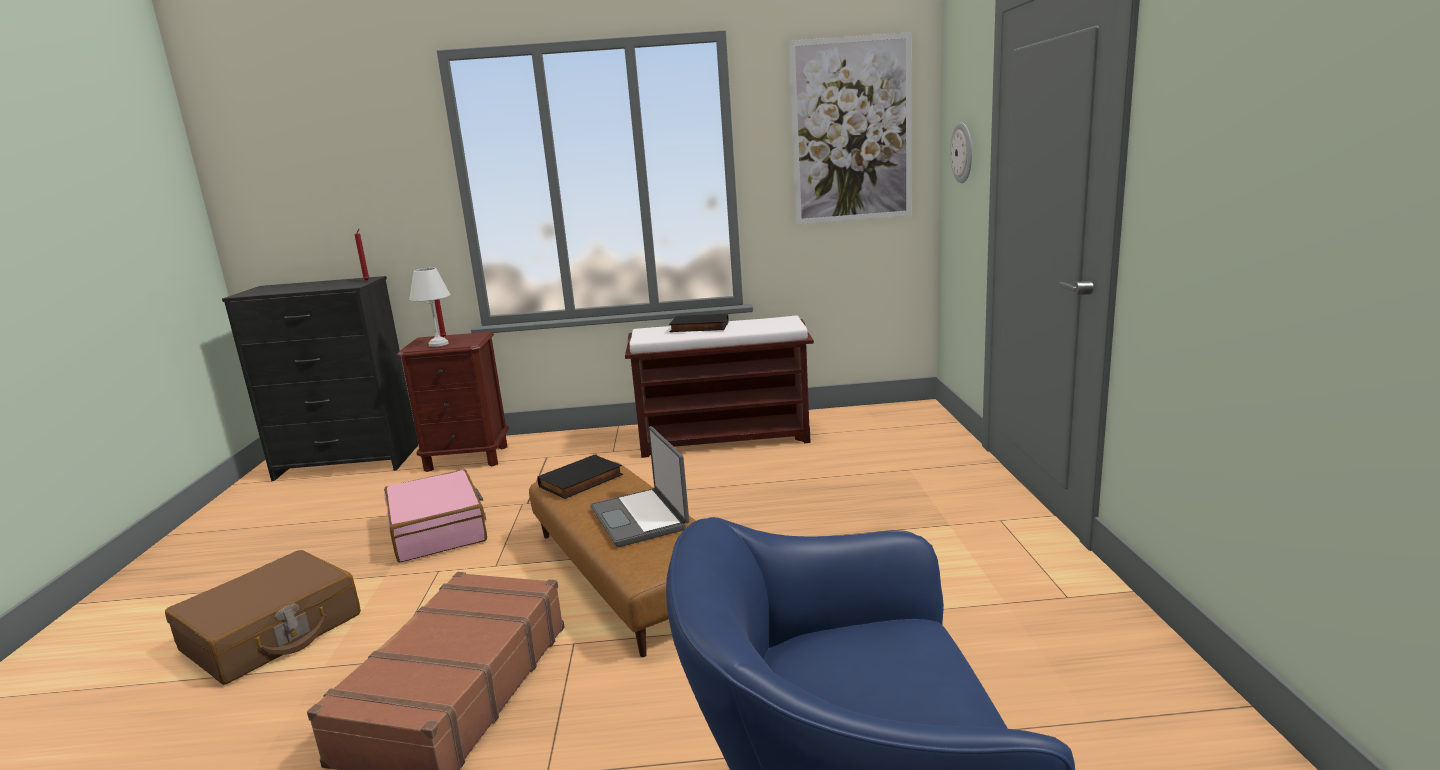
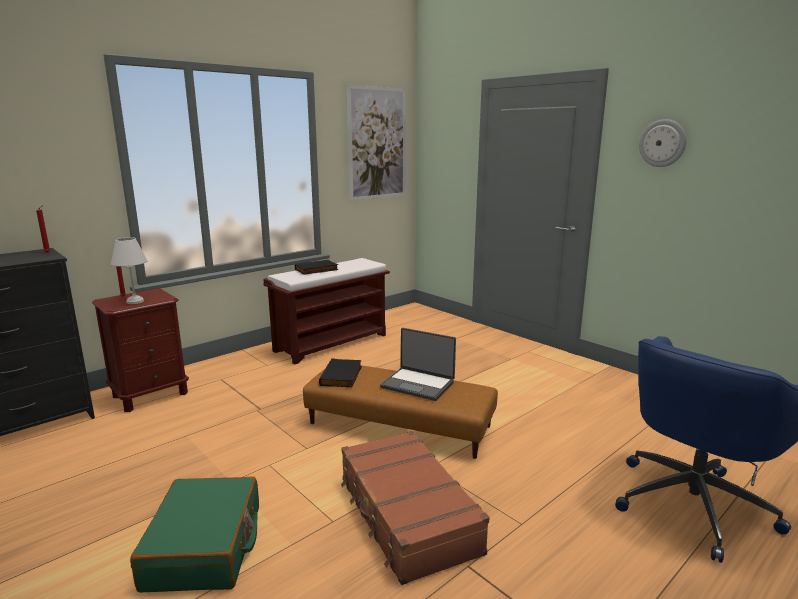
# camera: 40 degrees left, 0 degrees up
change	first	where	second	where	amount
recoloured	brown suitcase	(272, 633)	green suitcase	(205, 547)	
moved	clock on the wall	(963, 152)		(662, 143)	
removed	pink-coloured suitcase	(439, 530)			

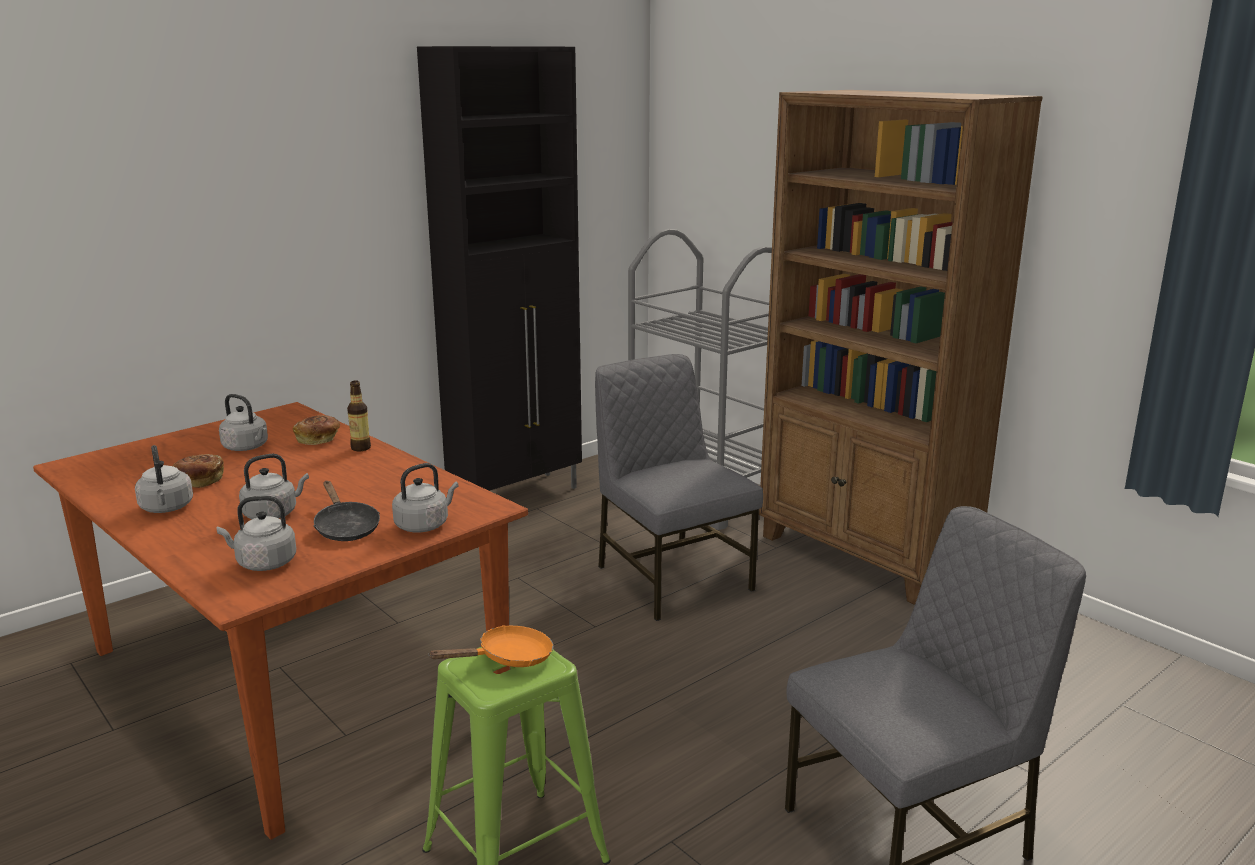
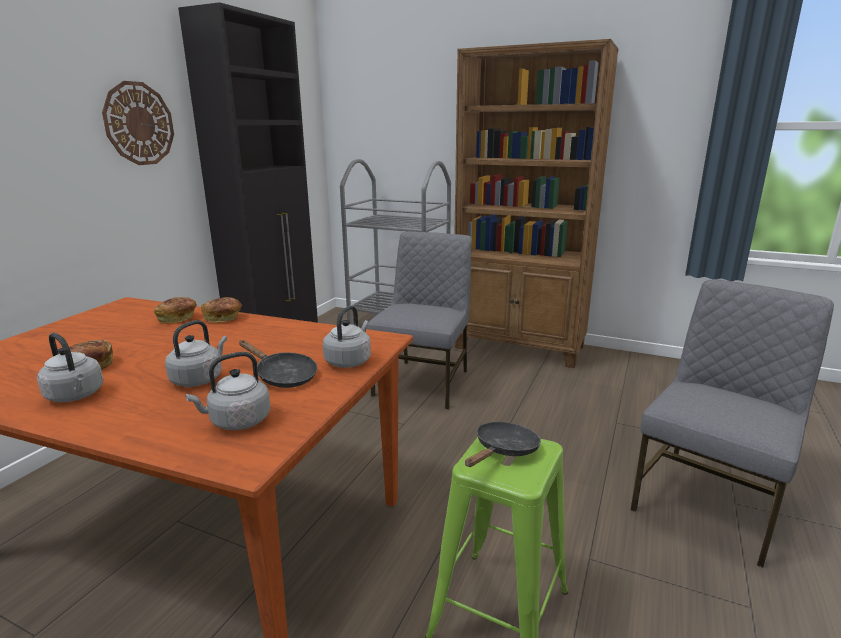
# camera: 25 degrees left, 0 degrees up
change	first	where	second	where	amount
added			clock on the wall	(139, 124)	
replaced	bottle	(361, 448)	bread	(223, 318)	
turned	gray chair	(671, 577)		(424, 382)	75 degrees clockwise
recoloured	orangey frying pan	(508, 658)	blackish frying pan	(503, 451)	
removed	gray kettle	(247, 447)			

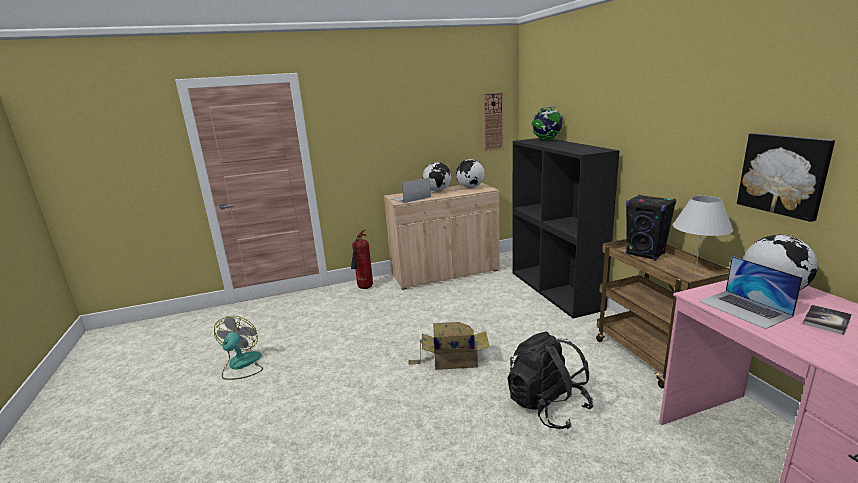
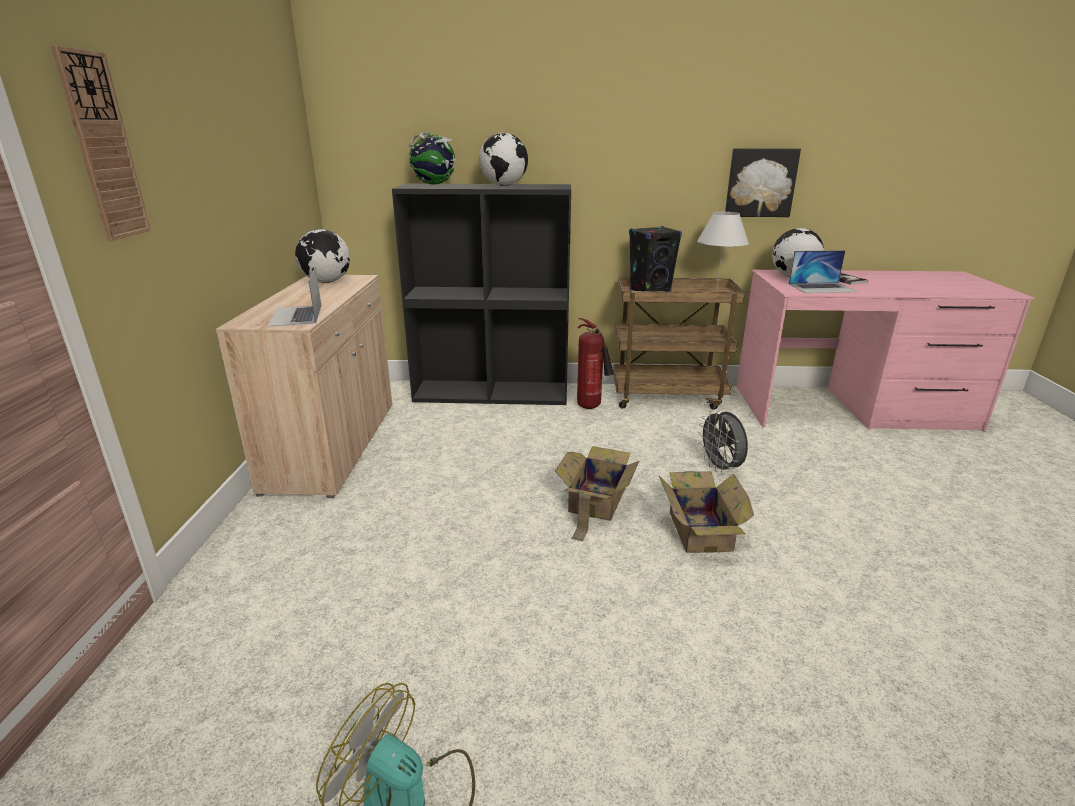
# camera: 70 degrees left, 5 degrees up
change	first	where	second	where	amount
moved	clock on the wall	(493, 121)		(103, 147)	
moved	world globe	(437, 191)		(504, 185)	
moved	extinguisher	(364, 288)		(591, 407)	
added			packing box	(700, 529)	
replaced	blackish backpack	(547, 406)	gray cooling fan	(720, 468)	

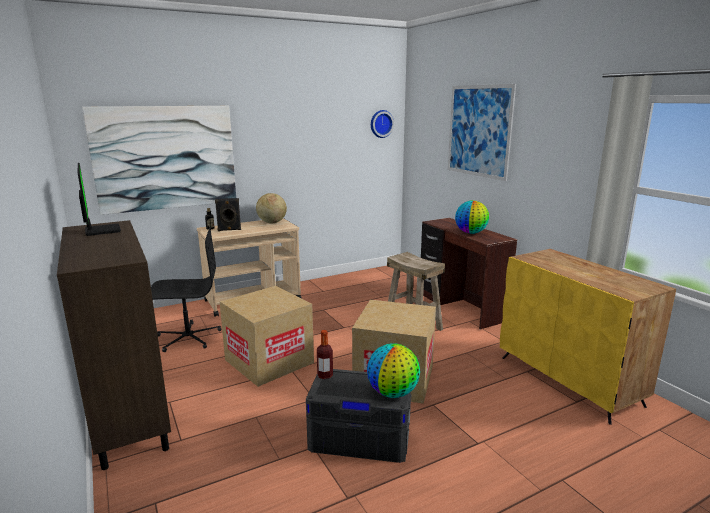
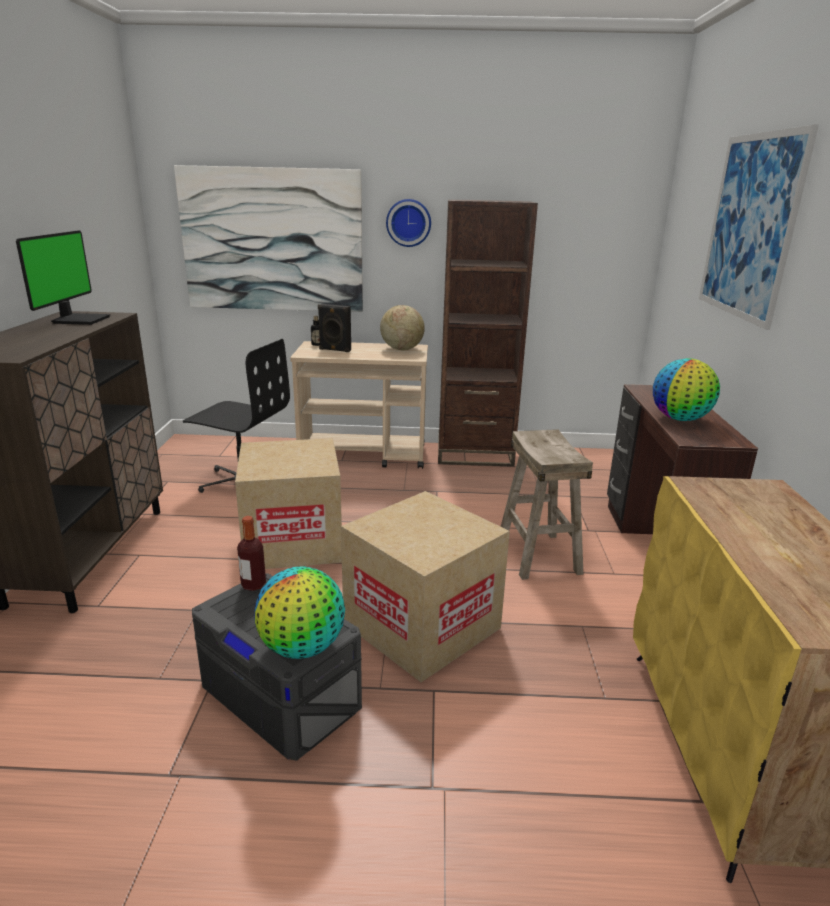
# camera: 30 degrees right, 5 degrees up
change	first	where	second	where	amount
moved	clock on the wall	(381, 124)		(408, 223)	
added			brown bookcase	(475, 455)	

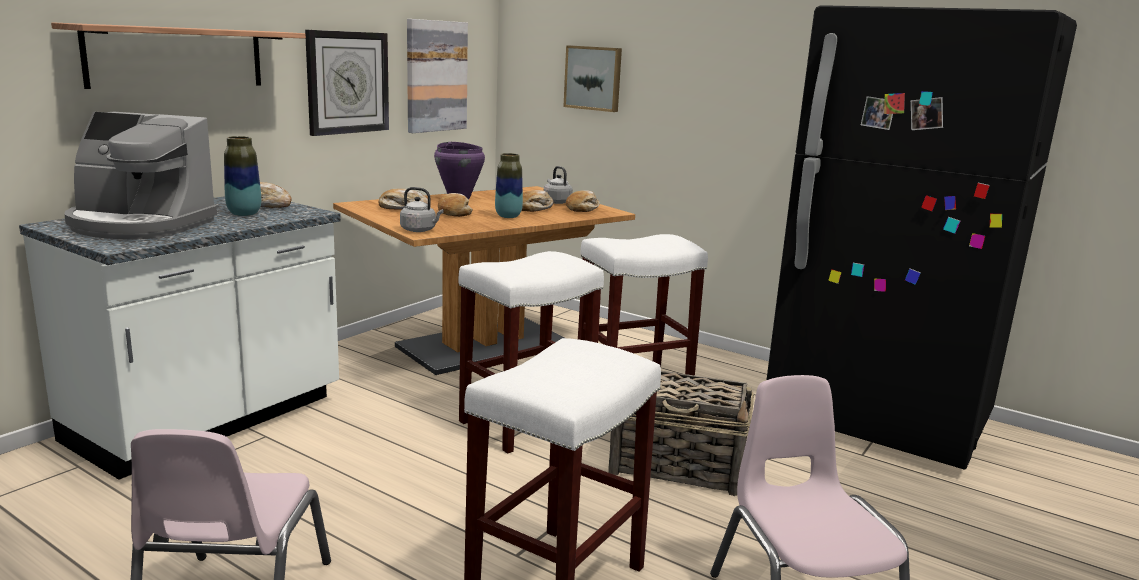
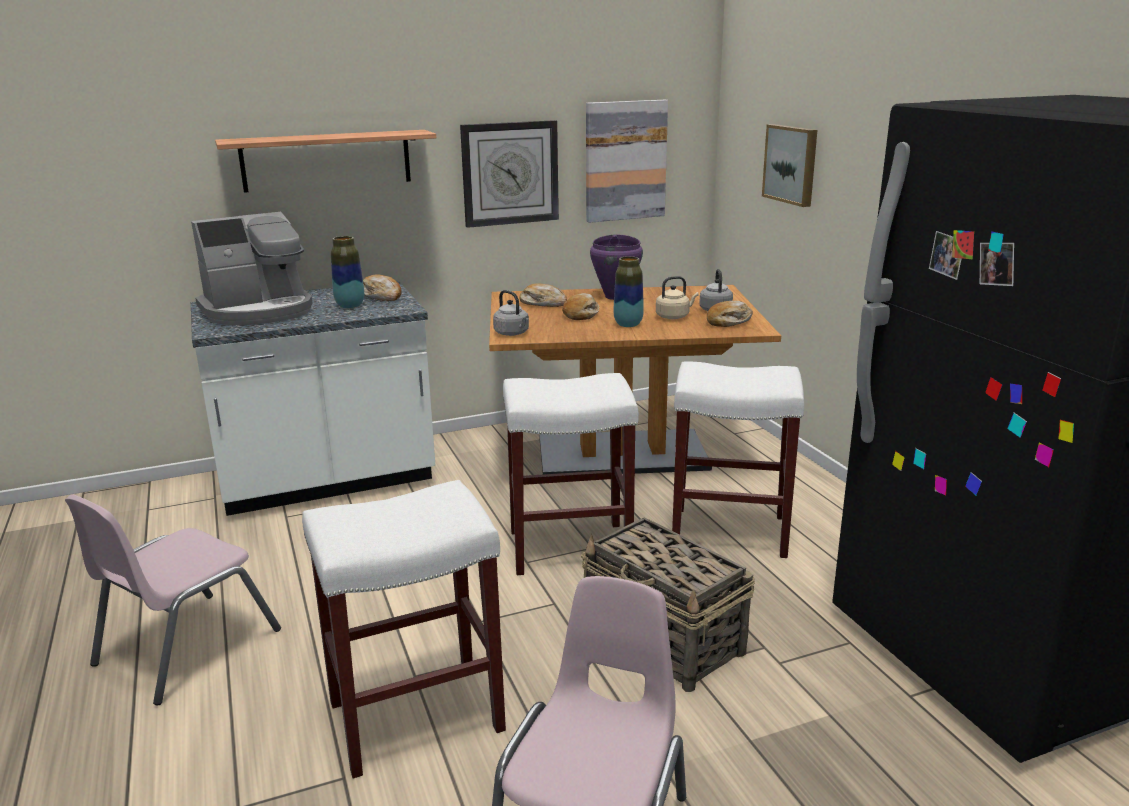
# camera: 35 degrees right, 5 degrees up
change	first	where	second	where	amount
turned	coffee maker	(139, 225)		(259, 311)	75 degrees counterclockwise
replaced	bread	(534, 208)	beige-coloured kettle	(674, 316)	

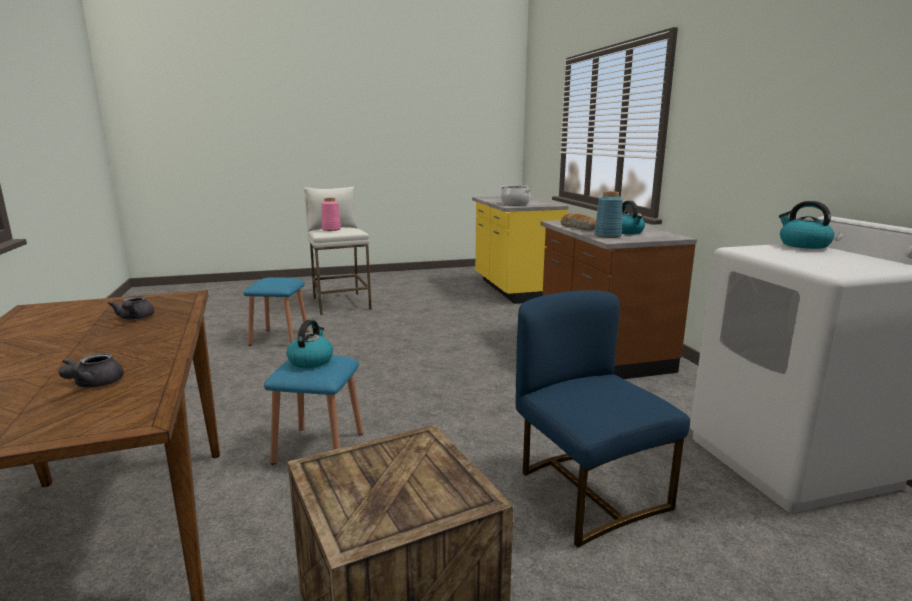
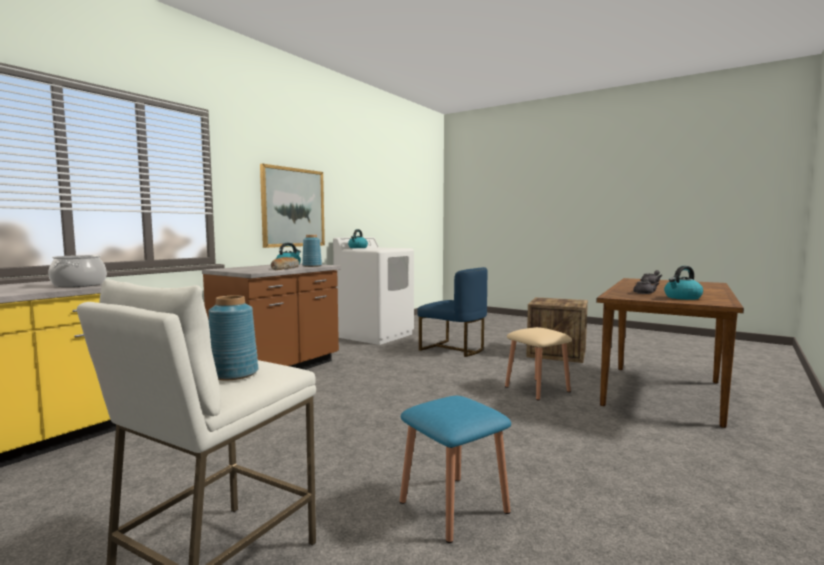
# camera: 130 degrees left, 10 degrees down
change	first	where	second	where	amount
recoloured	pink-coloured vase	(331, 229)	blue vase	(232, 374)	
added			picture	(293, 207)	
turned	blue chair	(587, 492)		(453, 349)	75 degrees counterclockwise
recoloured	blue sitting stool	(319, 447)	beige-coloured sitting stool	(537, 389)	
moved	kettle	(311, 361)		(682, 297)	

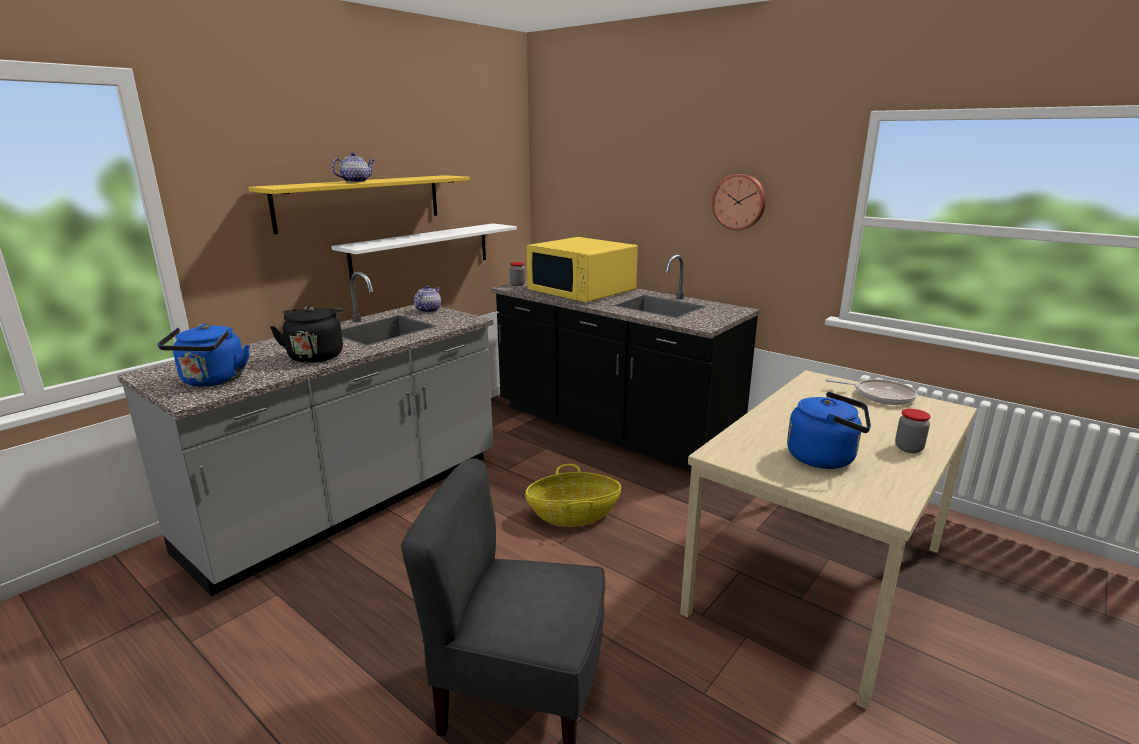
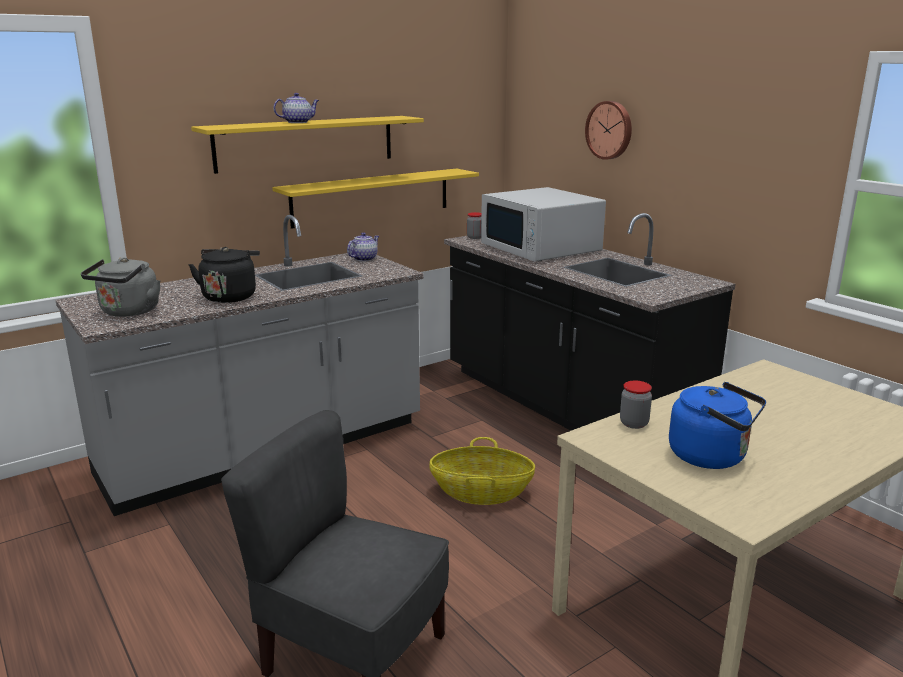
# camera: 15 degrees right, 0 degrees up
change	first	where	second	where	amount
recoloured	blue kettle	(212, 381)	gray kettle	(128, 312)	
recoloured	white bracket shelf	(422, 252)	yellowish bracket shelf	(372, 197)	
recoloured	yellowish microwave oven	(582, 291)	white microwave oven	(541, 248)	
moved	clock on the wall	(739, 201)		(610, 130)	
moved	jar	(908, 448)		(634, 423)	
removed	frying pan	(880, 396)			

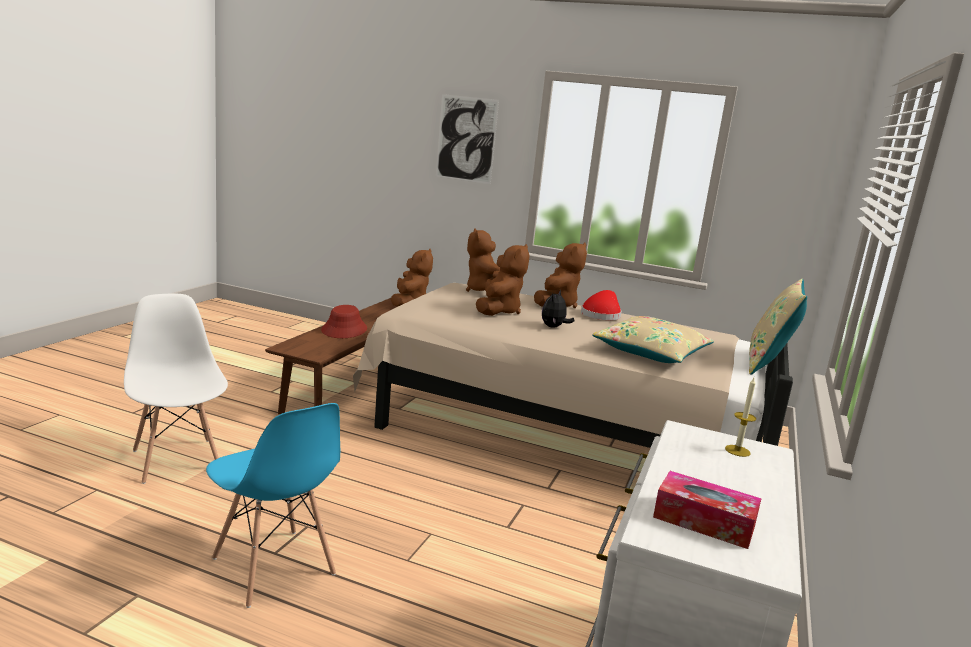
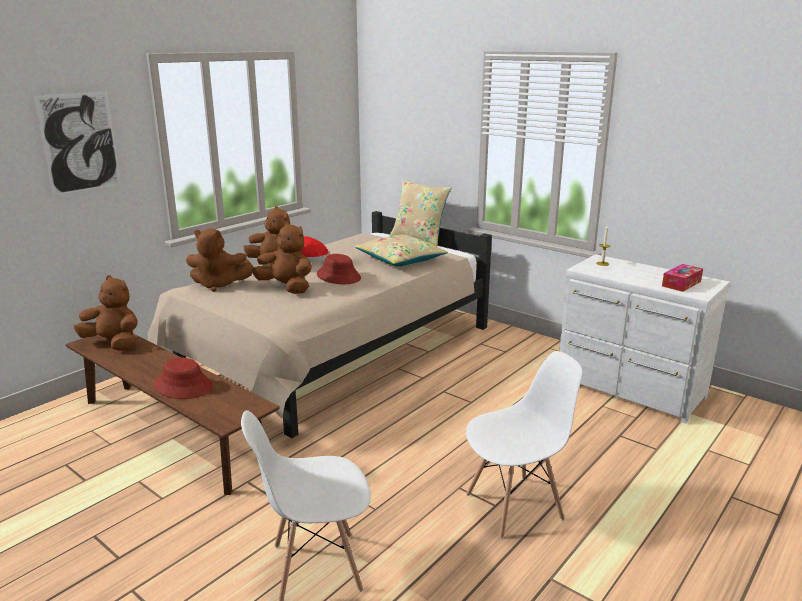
# camera: 70 degrees left, 5 degrees up
change	first	where	second	where	amount
replaced	plush toy	(554, 327)	red wearable hat	(339, 276)	
recoloured	blue chair	(273, 567)	white chair	(515, 506)	

